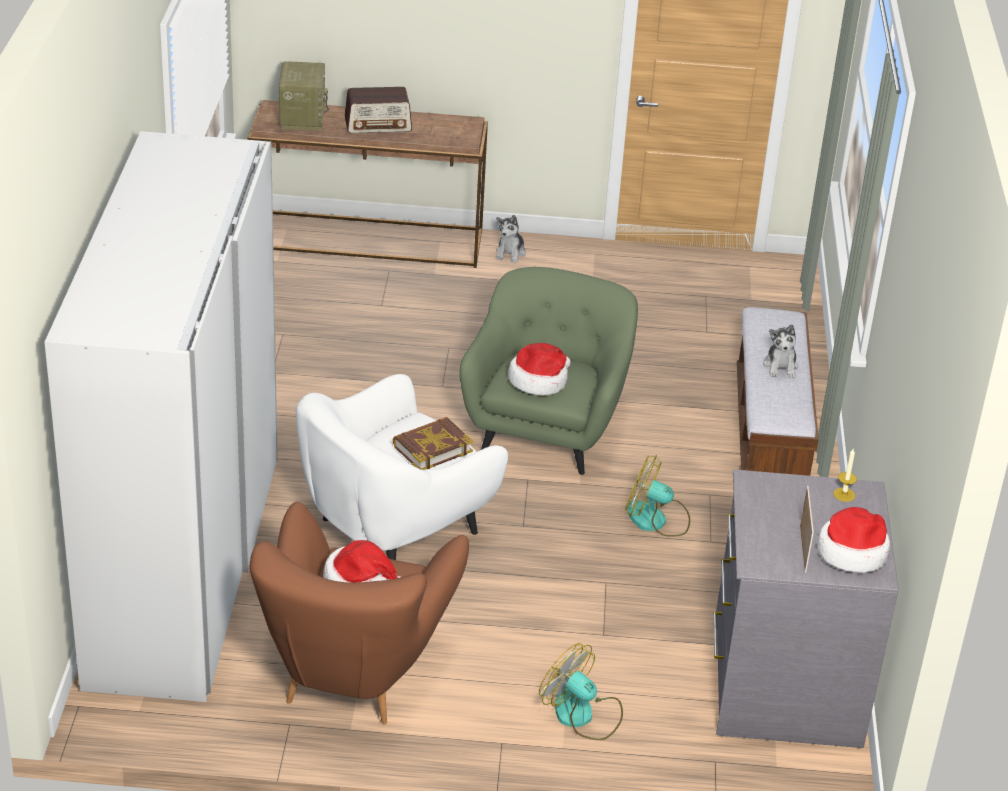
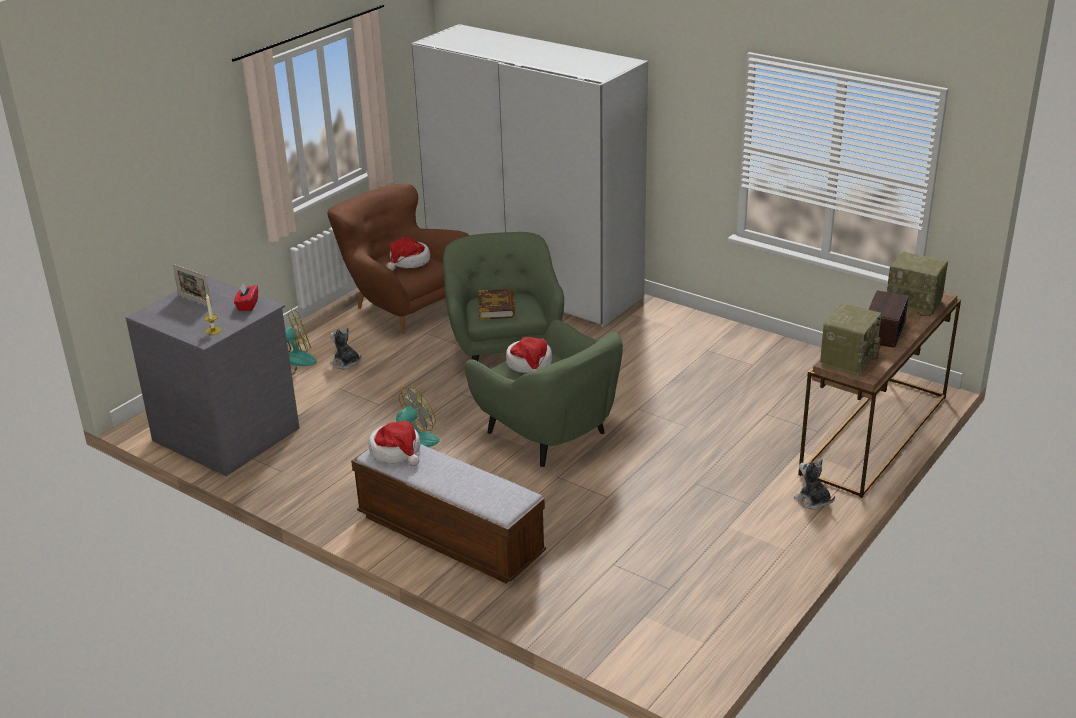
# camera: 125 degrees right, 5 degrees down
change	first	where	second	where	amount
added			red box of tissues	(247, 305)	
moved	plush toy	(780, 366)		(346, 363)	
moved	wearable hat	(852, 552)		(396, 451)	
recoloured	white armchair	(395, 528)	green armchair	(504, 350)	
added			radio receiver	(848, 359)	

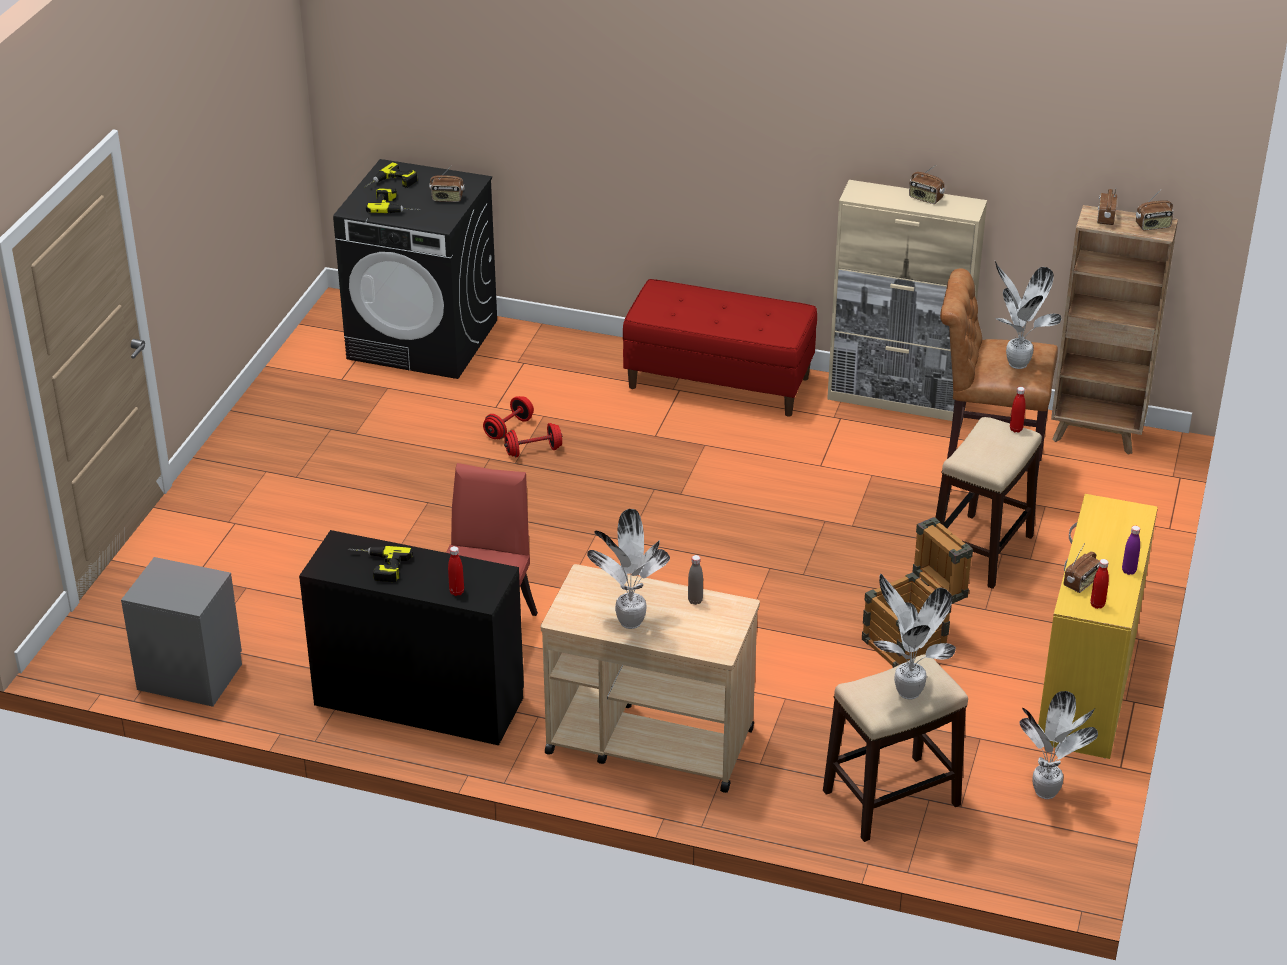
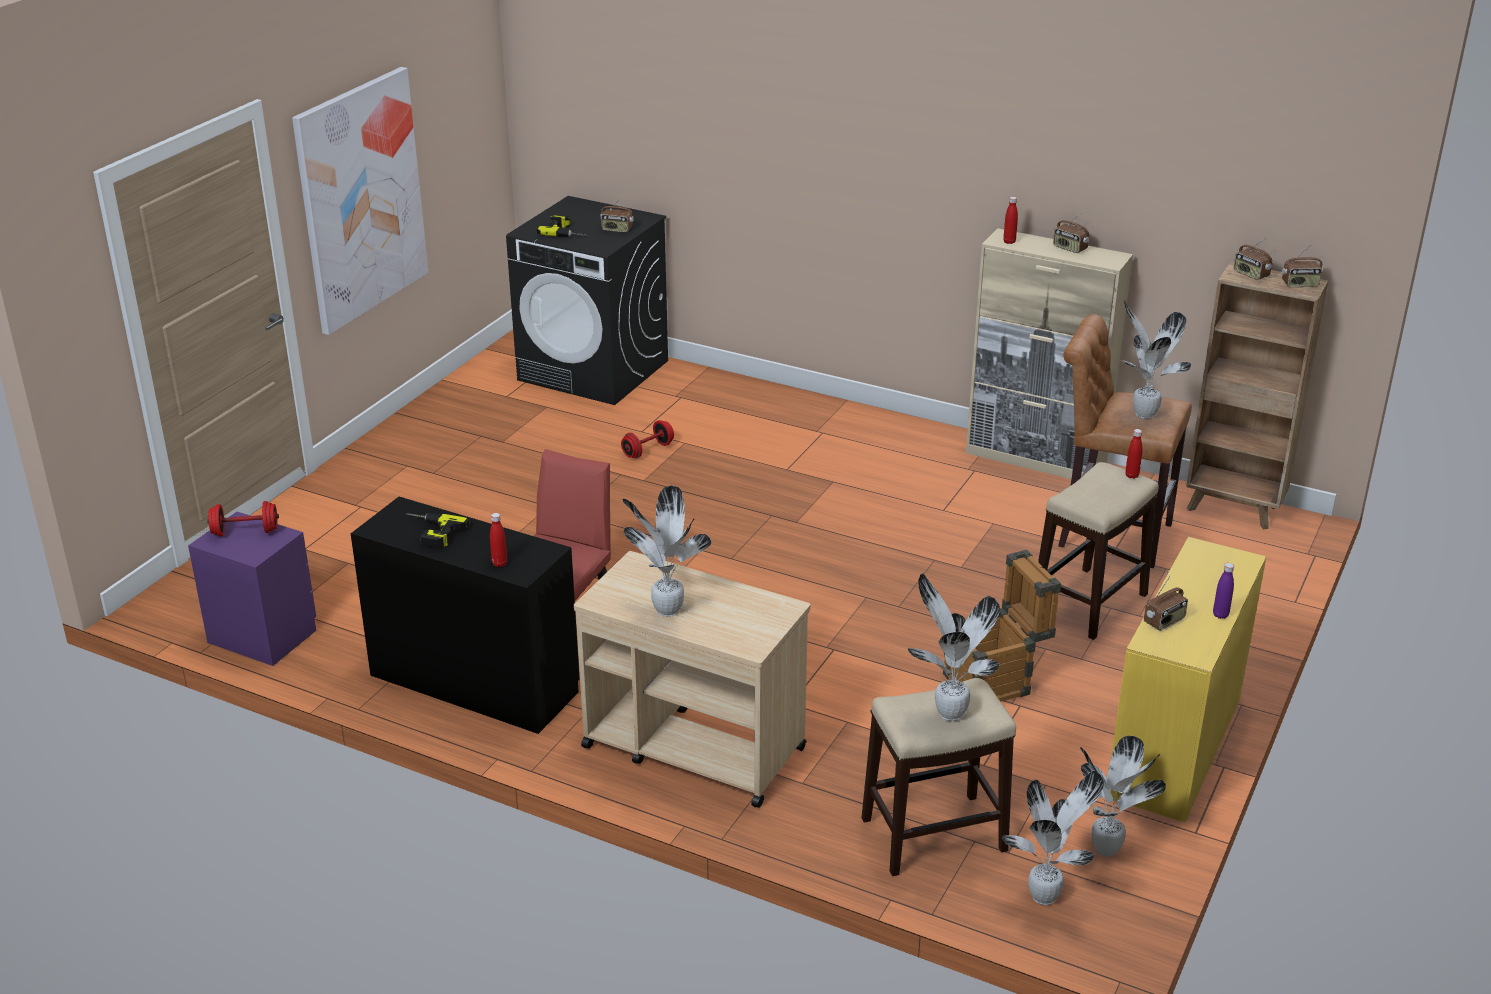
# camera: 10 degrees right, 5 degrees down
change	first	where	second	where	amount
recoloured	gray nightstand	(190, 676)	purple-coloured nightstand	(262, 636)	
moved	red hand weight	(533, 451)		(245, 532)	
added			picture	(361, 199)	
added			houseplant	(1046, 896)	
moved	red bottle	(1097, 605)		(1009, 242)	
turned	radio receiver	(1105, 218)		(1250, 274)	60 degrees counterclockwise
removed	electric drill	(391, 184)			
removed	red indoor bench	(719, 382)			
removed	gray bottle	(695, 601)			

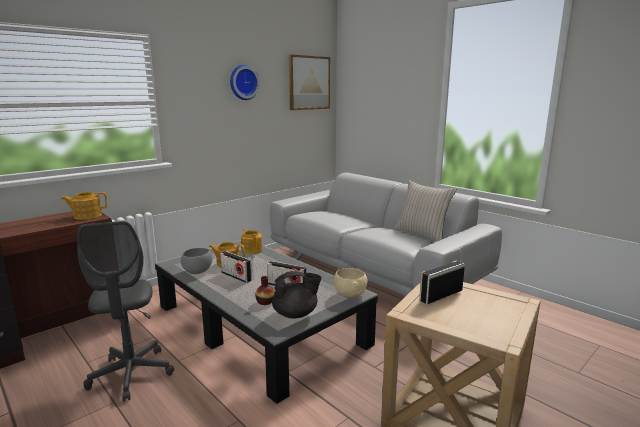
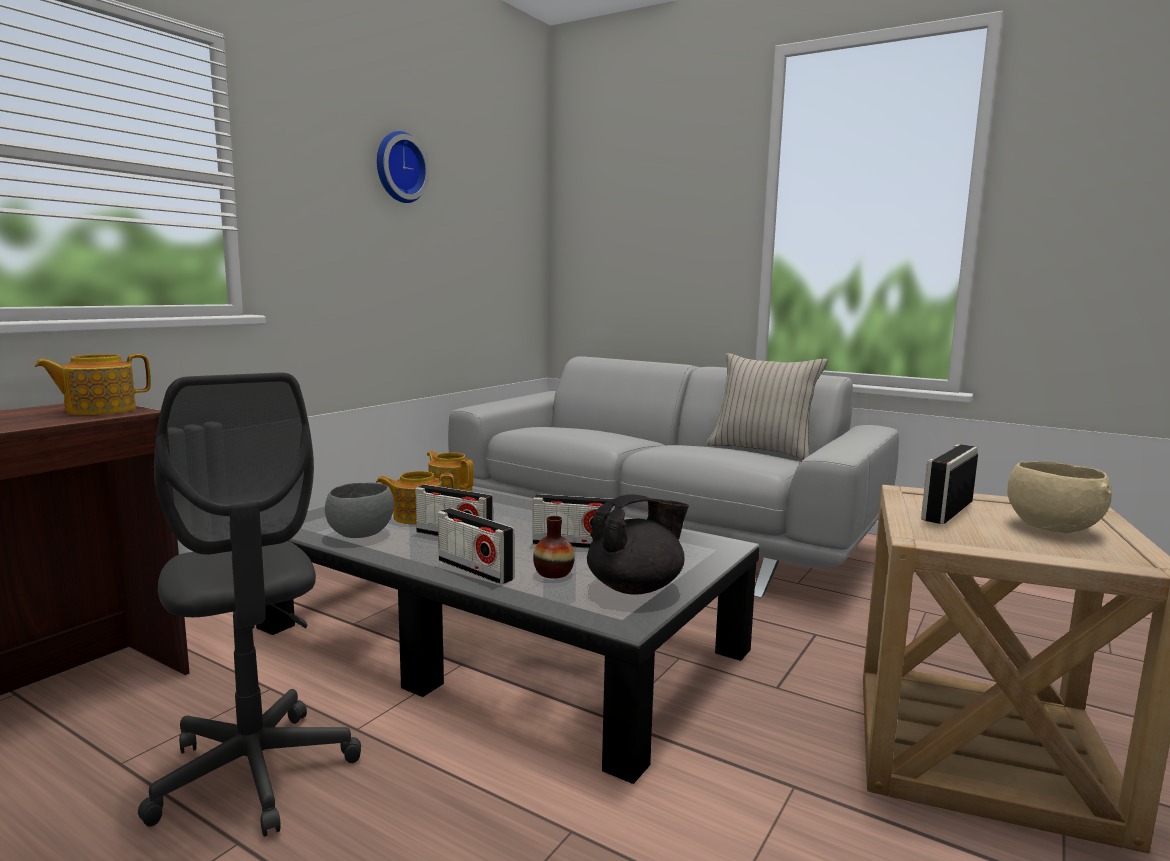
# camera: 15 degrees left, 5 degrees down
change	first	where	second	where	amount
added			radio receiver	(475, 570)	
moved	beige-coloured serving bowl	(350, 294)		(1051, 528)	
removed	picture	(309, 83)			

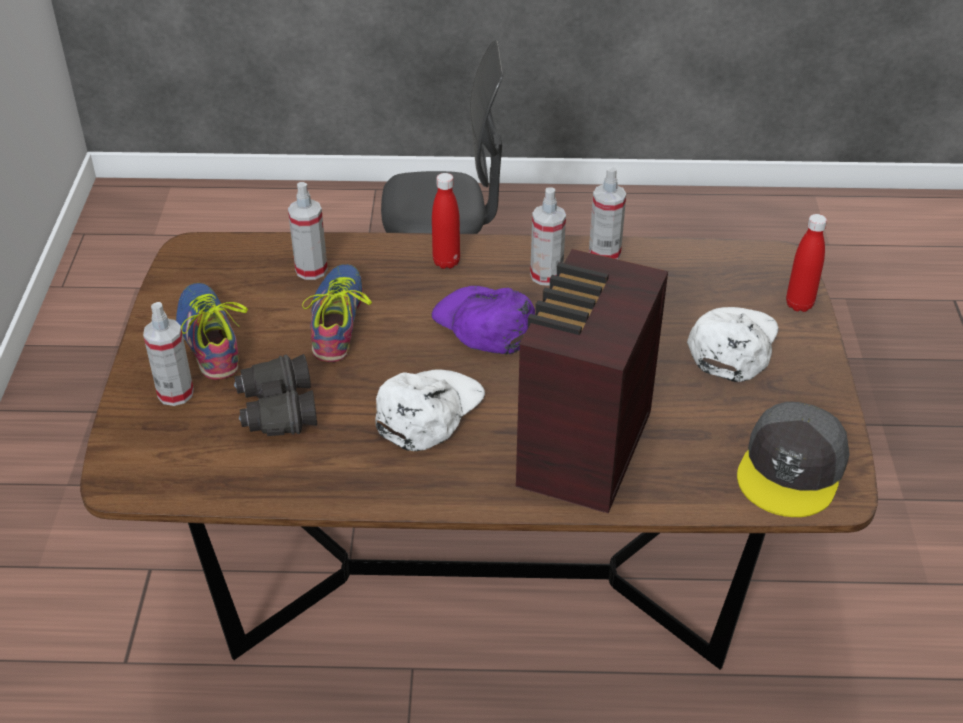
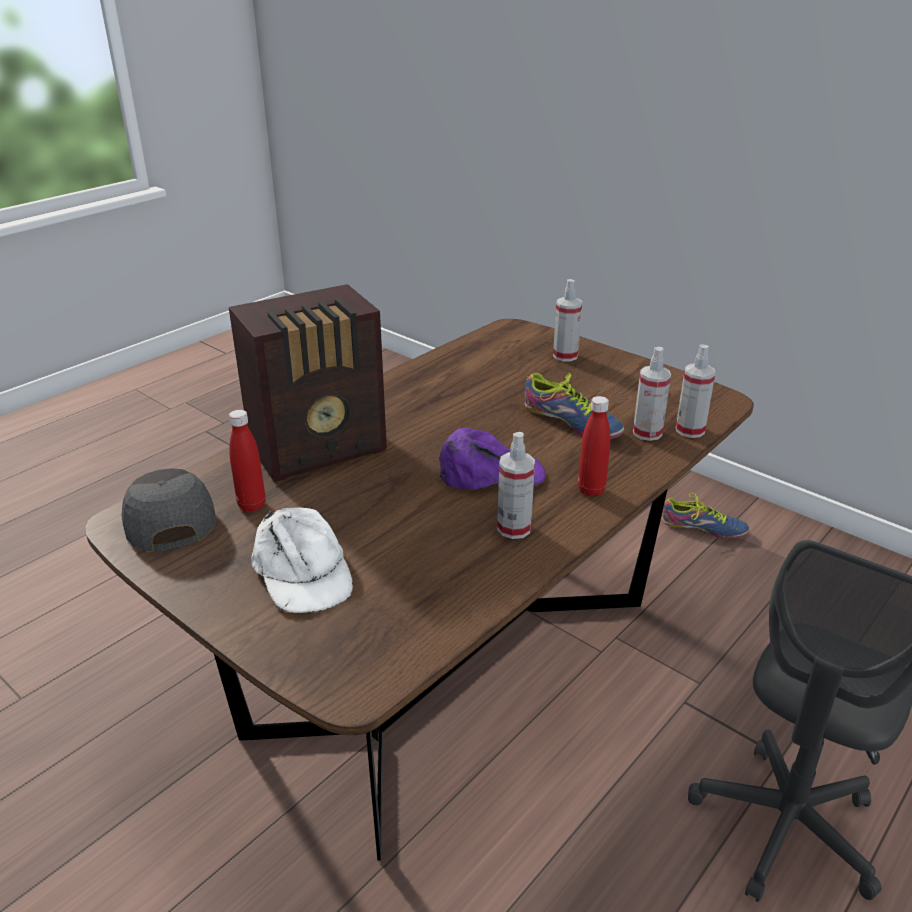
# camera: 130 degrees right, 10 degrees down
change	first	where	second	where	amount
turned	radio receiver	(580, 452)		(321, 449)	90 degrees clockwise
moved	red bottle	(799, 304)		(252, 505)	
moved	item of footwear	(209, 339)		(703, 527)	
moved	spray bottle	(604, 254)		(690, 430)	
removed	blackish field glasses	(277, 409)			
removed	white peaked cap	(427, 411)			

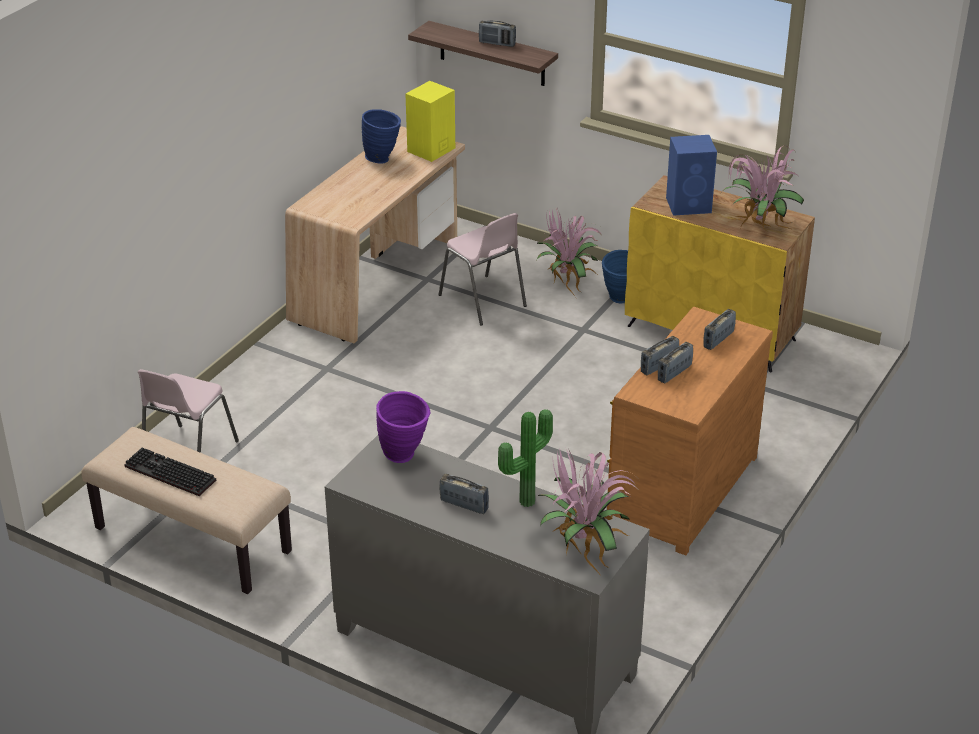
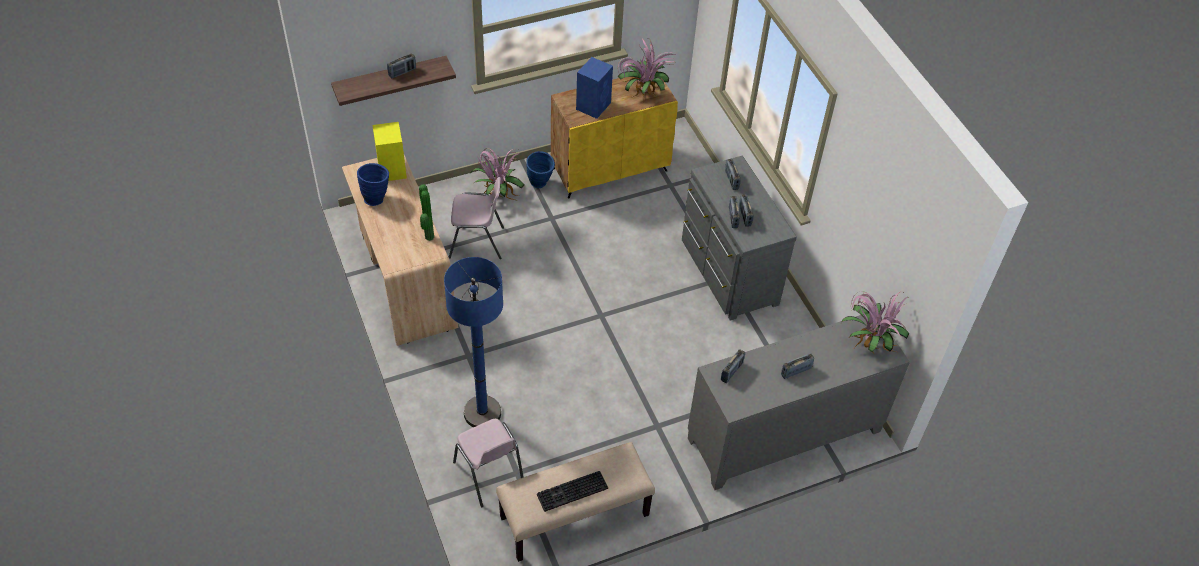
# camera: 55 degrees left, 15 degrees up
change	first	where	second	where	amount
moved	houseplant	(524, 500)		(427, 237)	
added			blue standard lamp	(482, 413)	
recoloured	brown chest of drawers	(679, 490)	gray chest of drawers	(727, 273)	
replaced	purple-coloured vase	(405, 456)	radio receiver	(731, 371)	

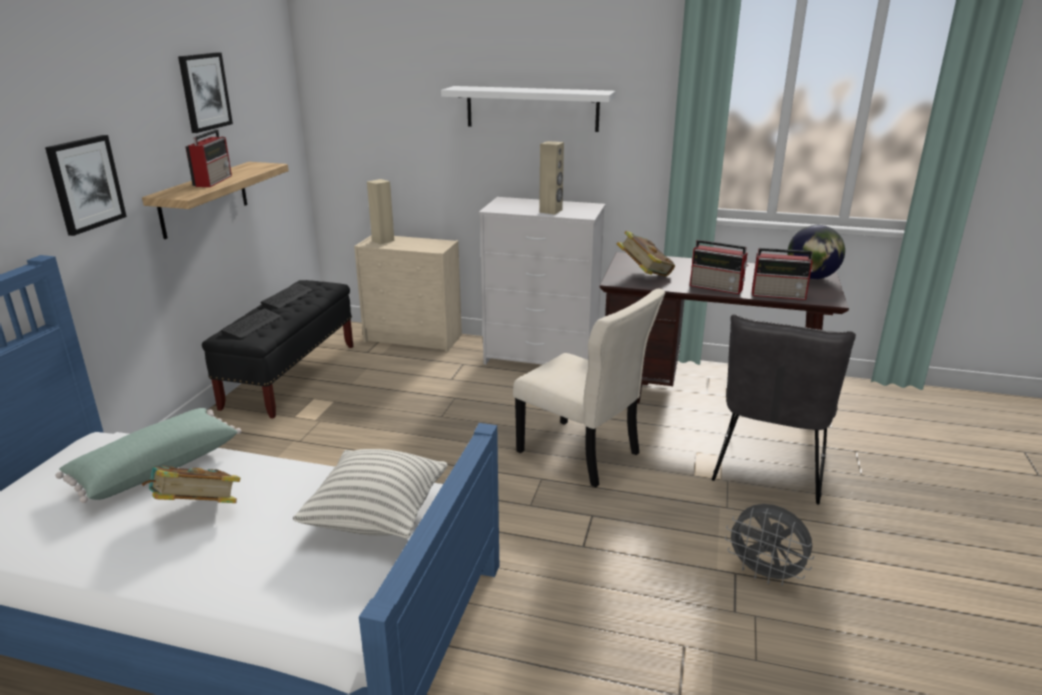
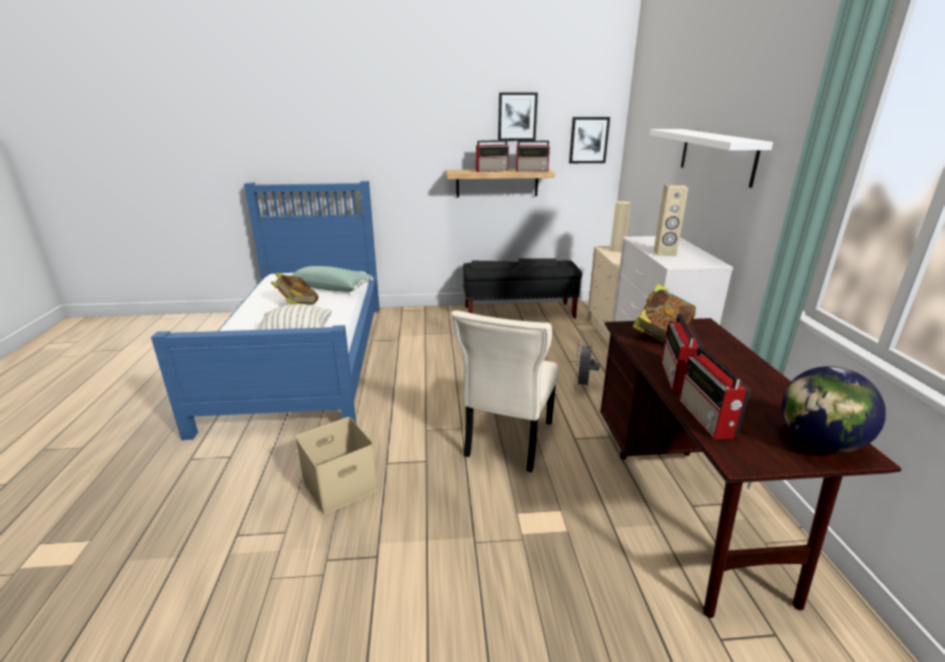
# camera: 70 degrees right, 0 degrees up
change	first	where	second	where	amount
added			beige-coloured storage container	(340, 485)	
added			radio receiver	(532, 171)	
moved	picture	(85, 184)		(588, 140)	
moved	gray cooling fan	(765, 574)		(582, 386)	
removed	gray chair	(768, 469)			

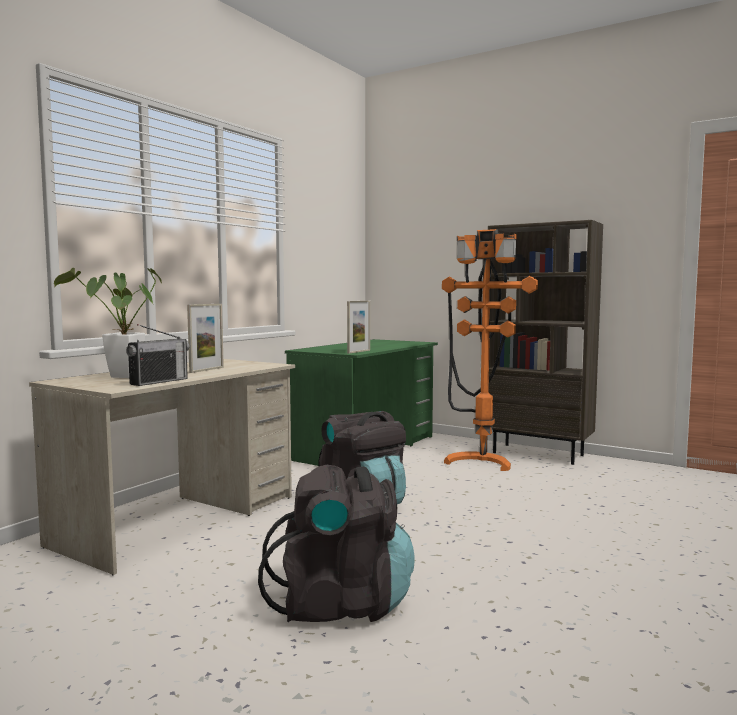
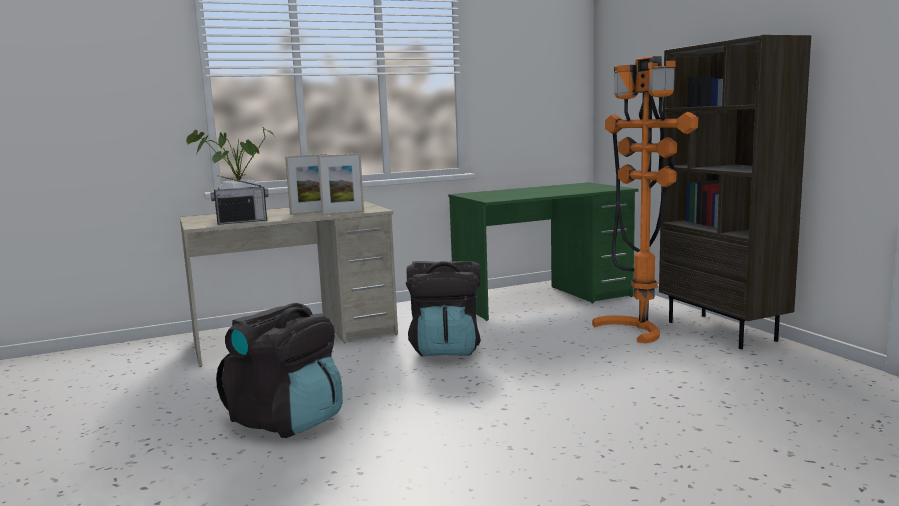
# camera: 35 degrees right, 5 degrees up
change	first	where	second	where	amount
moved	standing frame	(359, 351)		(343, 213)	

